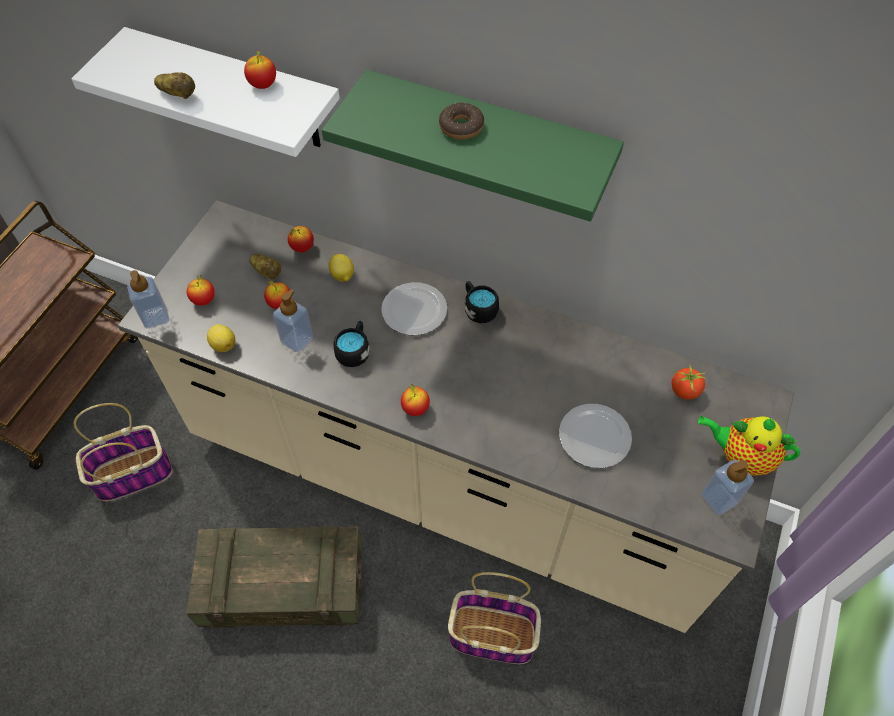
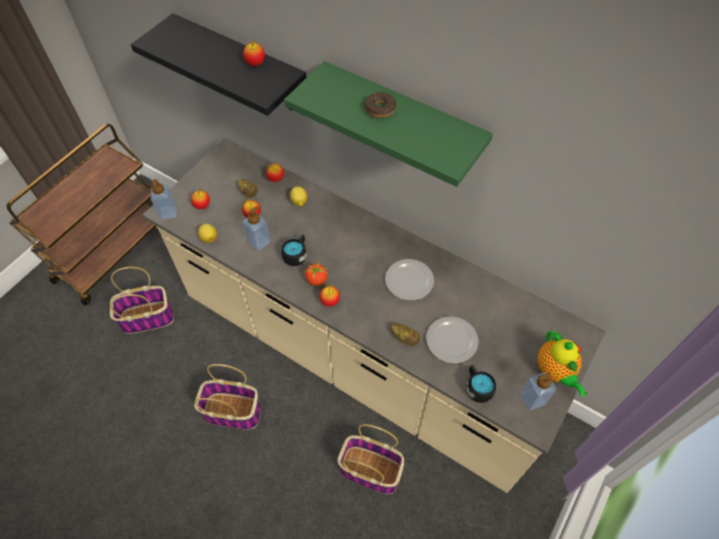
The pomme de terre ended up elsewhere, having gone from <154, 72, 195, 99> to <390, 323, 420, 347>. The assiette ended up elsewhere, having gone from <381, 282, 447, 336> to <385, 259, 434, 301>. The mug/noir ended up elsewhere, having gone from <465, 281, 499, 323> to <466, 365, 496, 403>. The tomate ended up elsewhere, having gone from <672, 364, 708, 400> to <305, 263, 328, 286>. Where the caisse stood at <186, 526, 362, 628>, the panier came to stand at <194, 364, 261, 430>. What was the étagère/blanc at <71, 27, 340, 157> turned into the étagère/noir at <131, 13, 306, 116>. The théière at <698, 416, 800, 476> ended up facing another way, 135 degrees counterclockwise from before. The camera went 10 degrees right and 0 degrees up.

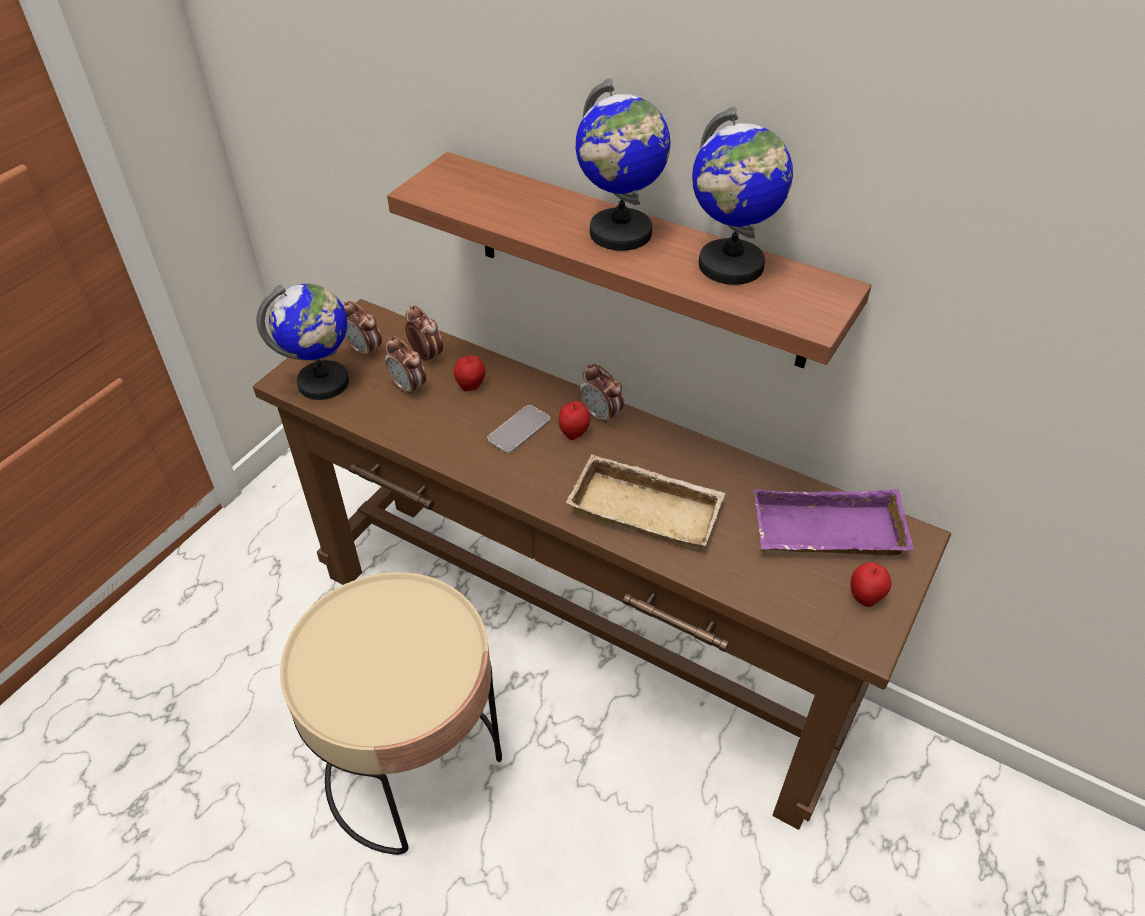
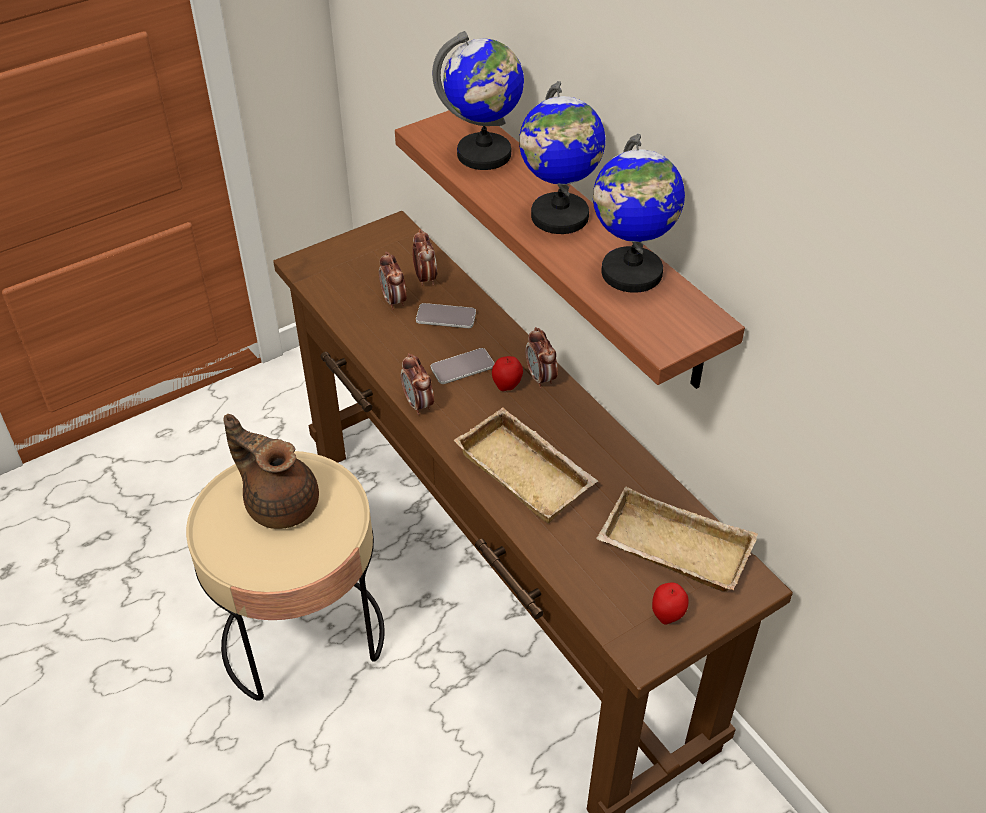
The second view gained the théière/marron at <223, 414, 319, 529>. The globe ended up elsewhere, having gone from <256, 283, 349, 400> to <432, 31, 524, 170>. The réveil ended up elsewhere, having gone from <343, 301, 382, 359> to <401, 353, 434, 415>. Where the pomme stood at <454, 356, 486, 391>, the téléphone came to stand at <416, 303, 476, 328>. What was the plateau/violet at <754, 489, 914, 556> turned into the plateau/beige at <596, 487, 758, 592>. The camera went 25 degrees right and 0 degrees up.

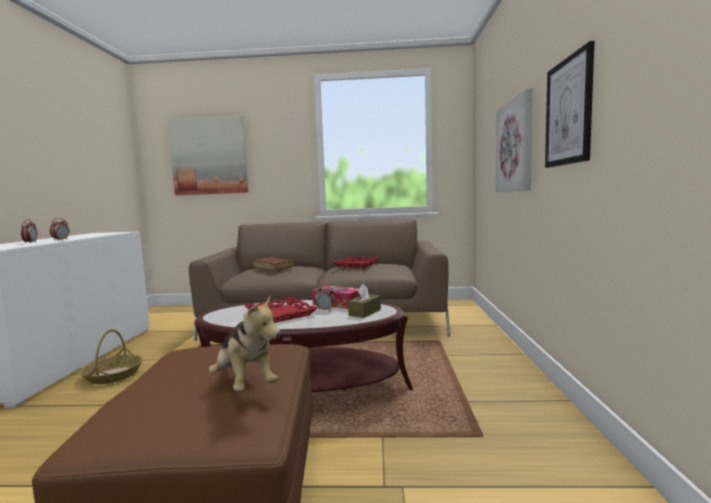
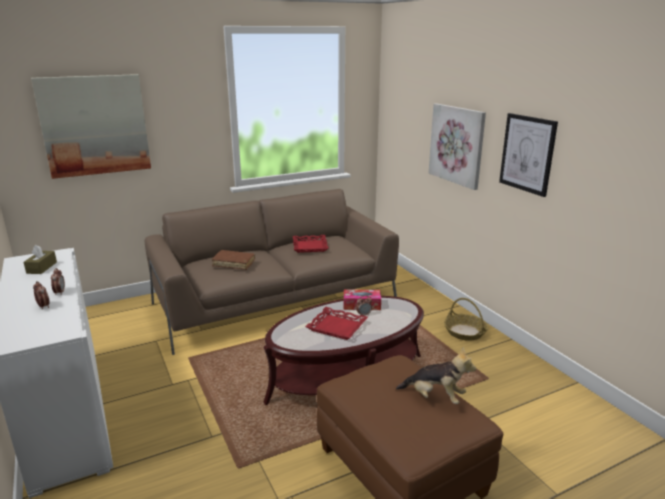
The panier ended up elsewhere, having gone from <80, 329, 143, 384> to <444, 298, 488, 341>. The boîte à mouchoirs/marron ended up elsewhere, having gone from <348, 284, 381, 318> to <24, 245, 57, 274>. The camera went 30 degrees left and 15 degrees up.

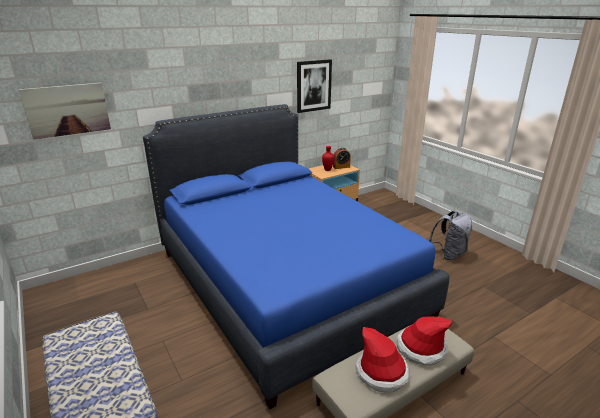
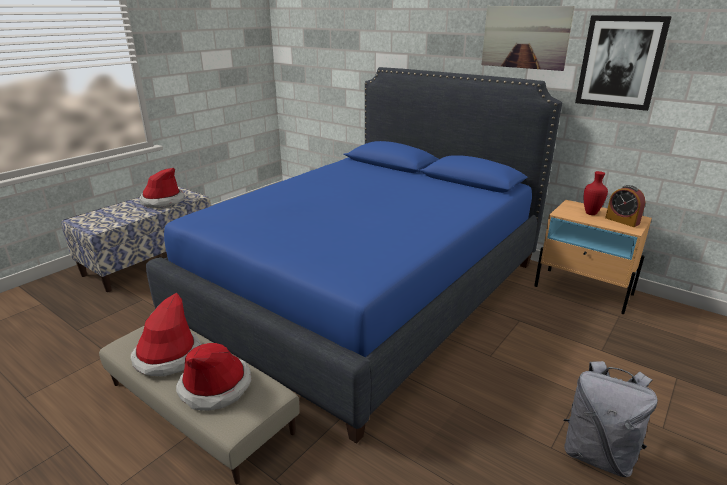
The second view gained the chapeau at <139, 168, 184, 208>. The tableau ended up elsewhere, having gone from <19, 83, 111, 140> to <481, 6, 575, 71>. The camera went 70 degrees right and 0 degrees up.

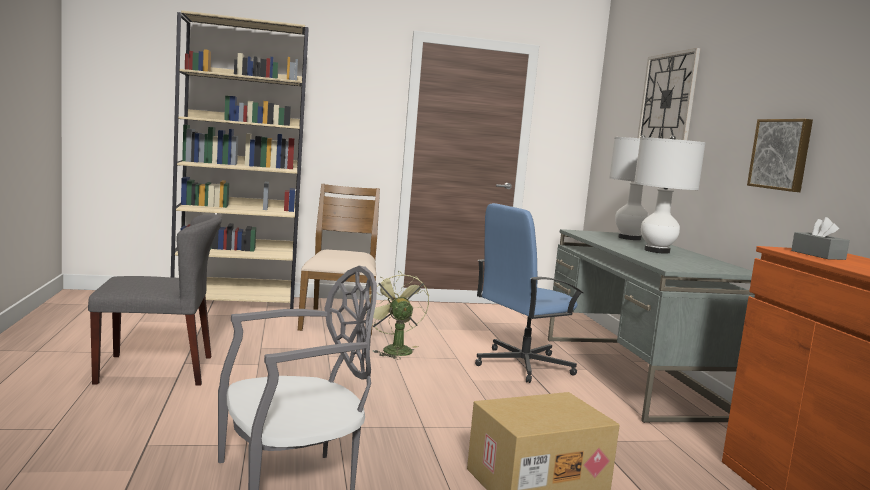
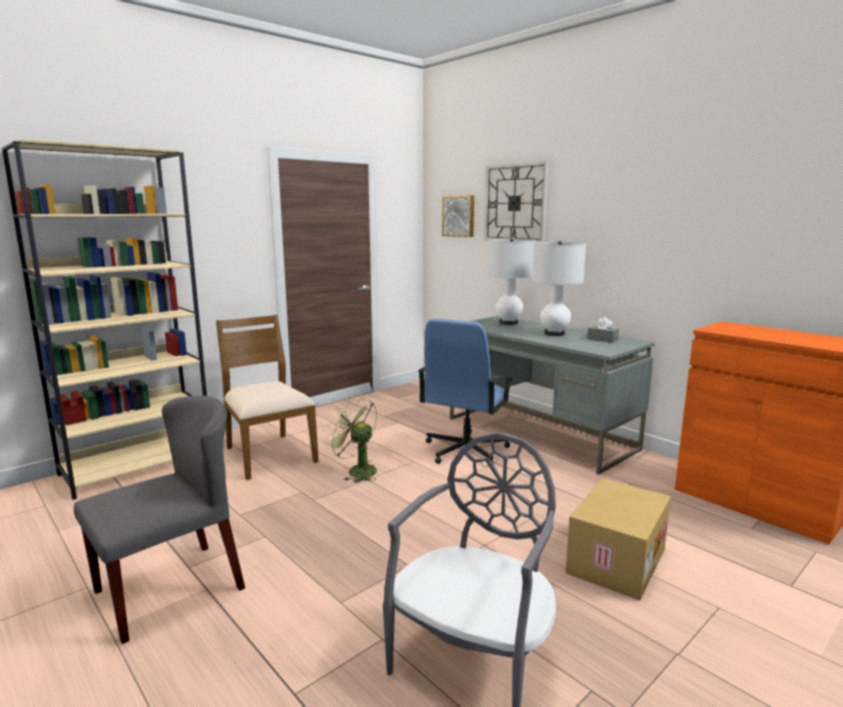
The tableau ended up elsewhere, having gone from <747, 119, 813, 192> to <442, 195, 474, 237>. The boîte à mouchoirs/gris ended up elsewhere, having gone from <791, 217, 850, 260> to <587, 317, 619, 343>. The camera went 30 degrees left and 5 degrees up.

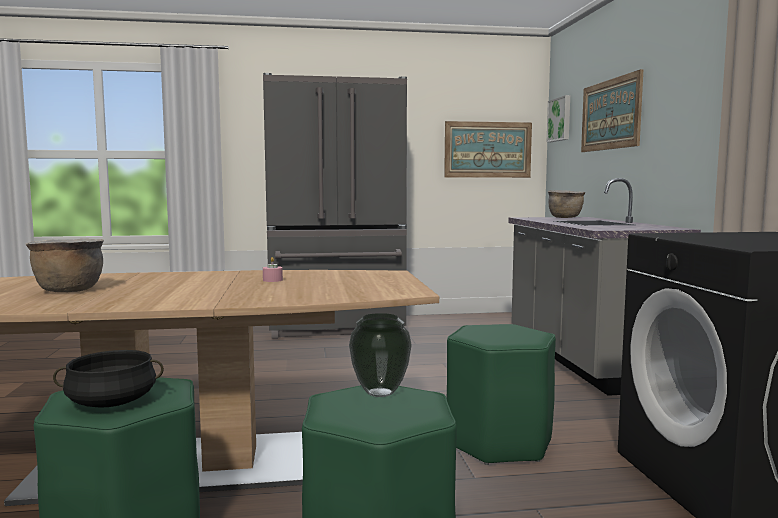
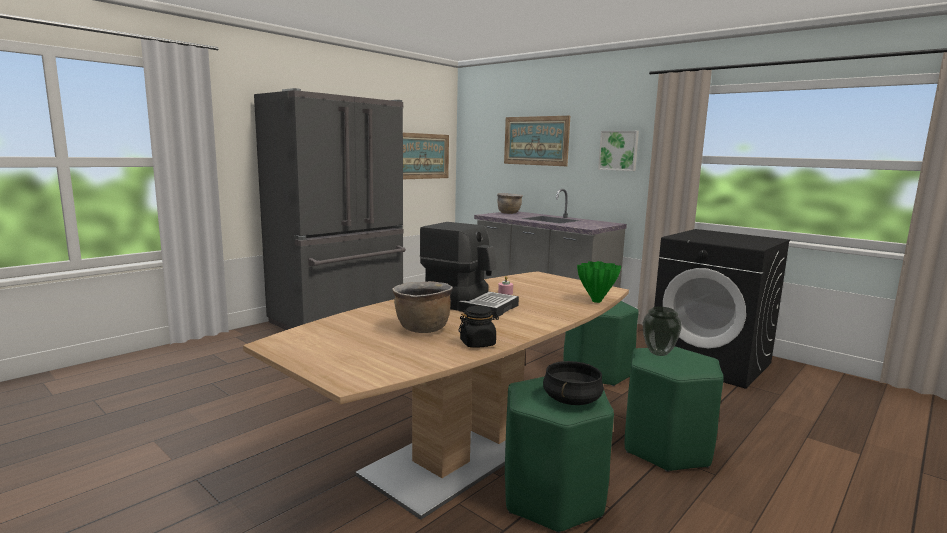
The second view gained the machine à café at <420, 222, 519, 317>. The second view gained the bocal/noir at <458, 306, 499, 348>. The second view gained the vase/vert at <577, 261, 621, 303>. The tableau ended up elsewhere, having gone from <547, 95, 570, 142> to <598, 131, 639, 171>. The camera went 40 degrees left and 5 degrees up.

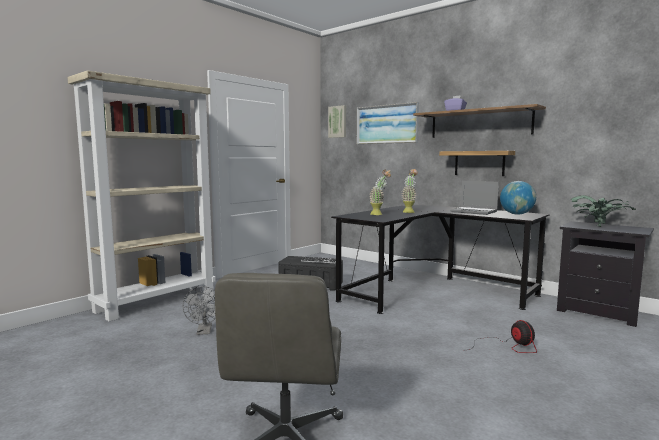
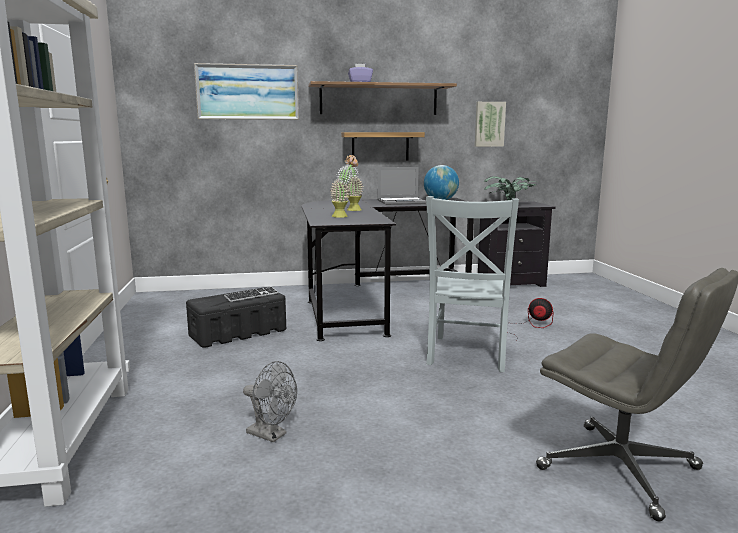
The second view gained the chaise/gris at <426, 196, 519, 372>. The tableau ended up elsewhere, having gone from <328, 105, 346, 138> to <475, 102, 506, 147>. The camera went 50 degrees left and 5 degrees up.

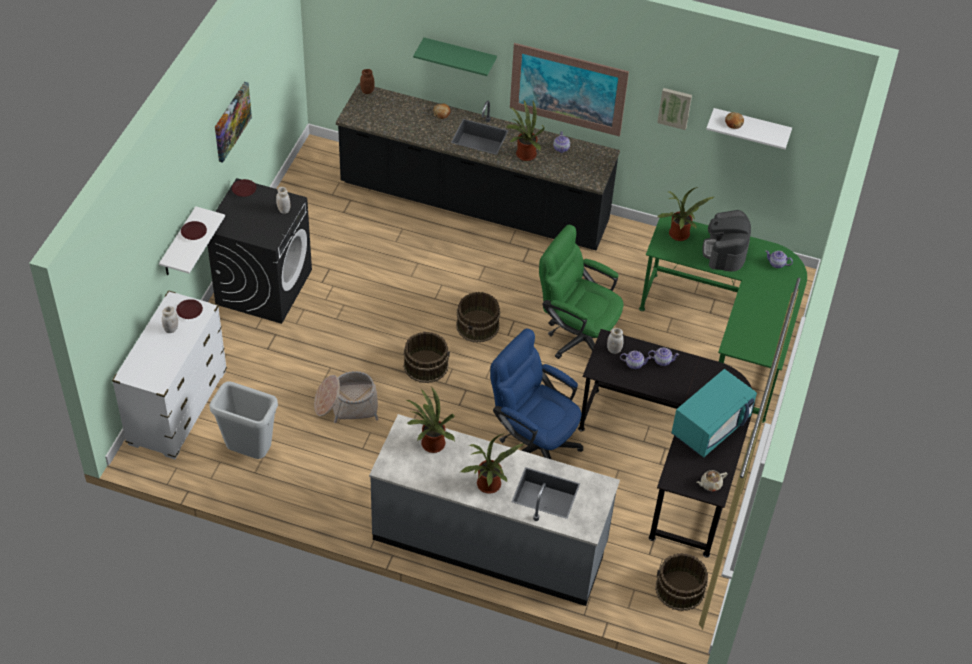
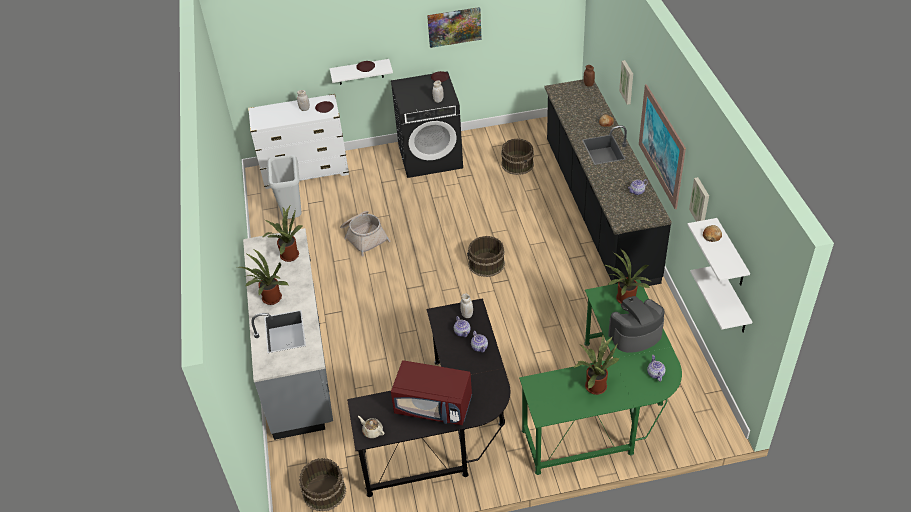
The second view lost the chaise de bureau/bleu at <490, 328, 583, 460>. The second view lost the chaise de bureau/vert at <539, 225, 624, 359>. The second view gained the étagère/blanc at <690, 266, 752, 333>. The seau/marron ended up elsewhere, having gone from <403, 332, 450, 383> to <501, 138, 534, 175>. The plante en pot ended up elsewhere, having gone from <506, 101, 545, 161> to <574, 334, 619, 395>. Where the étagère/vert hung at <413, 38, 497, 76>, the tableau came to hang at <619, 60, 633, 105>. What was the micro-ondes/turquoise at <671, 369, 757, 457> turned into the micro-ondes/rouge at <391, 360, 472, 425>. The camera went 65 degrees right and 5 degrees down.

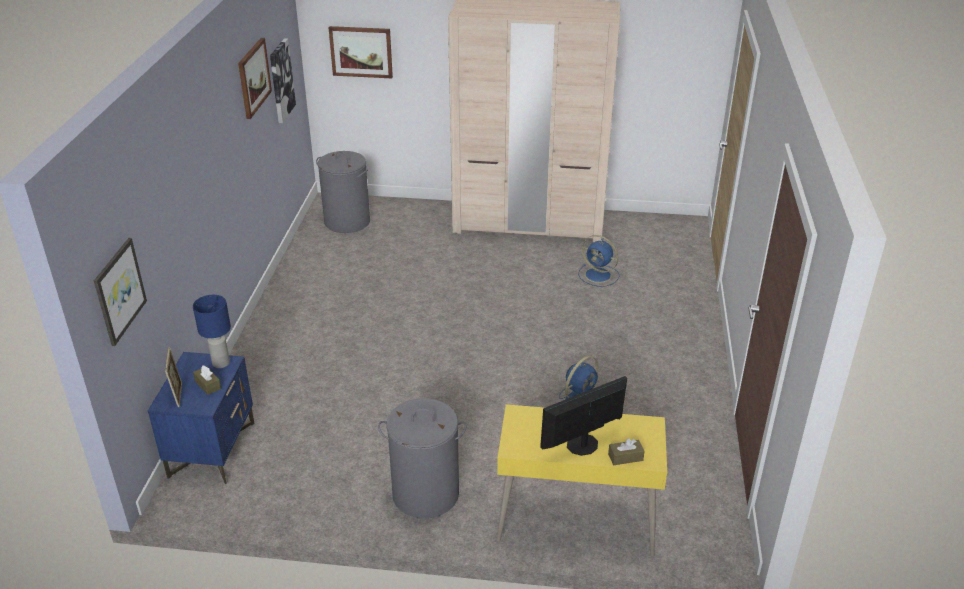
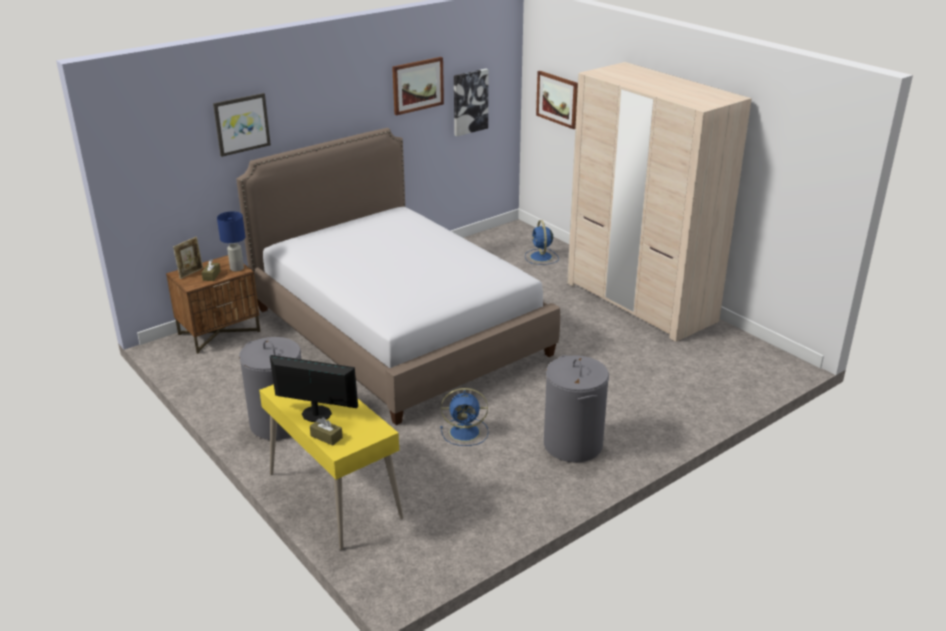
The second view gained the lit at <236, 128, 560, 425>. The tableau ended up elsewhere, having gone from <94, 238, 147, 346> to <213, 93, 271, 157>. The panier à linge/gris ended up elsewhere, having gone from <316, 151, 370, 233> to <544, 355, 609, 463>. The ventilateur/bleu ended up elsewhere, having gone from <578, 235, 619, 287> to <525, 220, 559, 265>. What was the table de chevet/bleu at <148, 352, 254, 484> turned into the table de chevet/marron at <166, 255, 260, 354>. The camera went 45 degrees right and 5 degrees down.

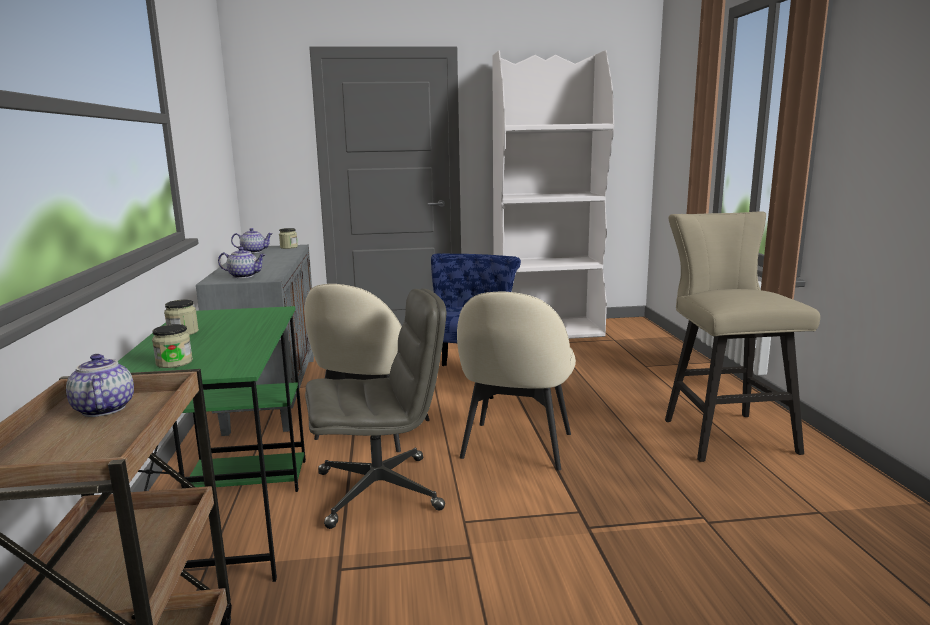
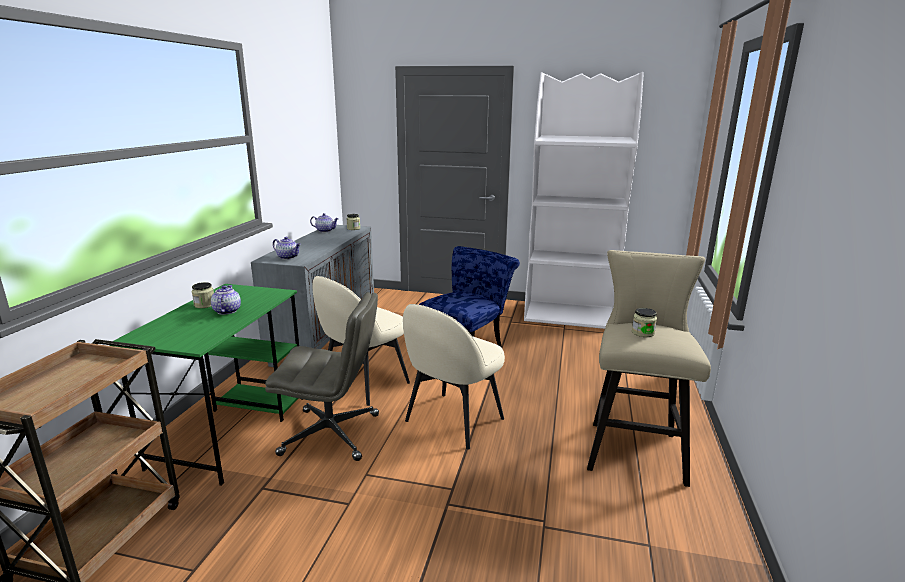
The théière ended up elsewhere, having gone from <66, 354, 134, 417> to <211, 285, 241, 315>. The bocal ended up elsewhere, having gone from <152, 324, 193, 368> to <632, 308, 657, 337>. The camera went 20 degrees right and 5 degrees up.

